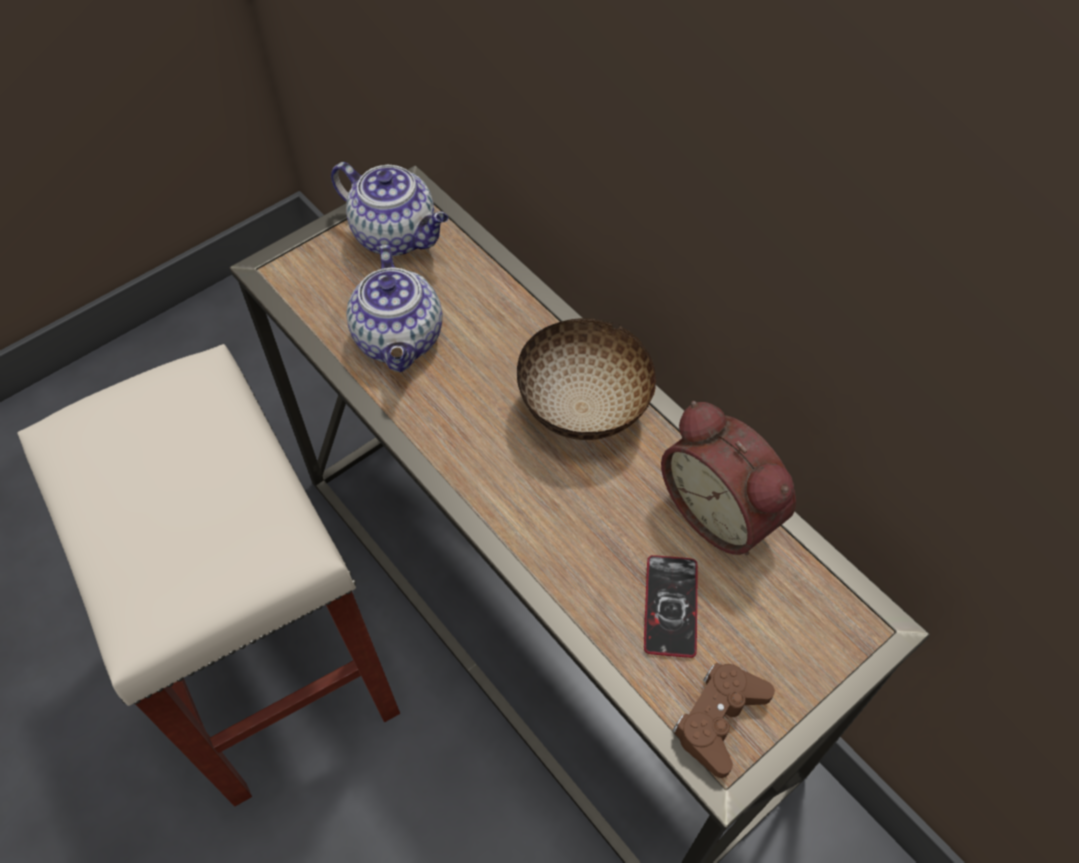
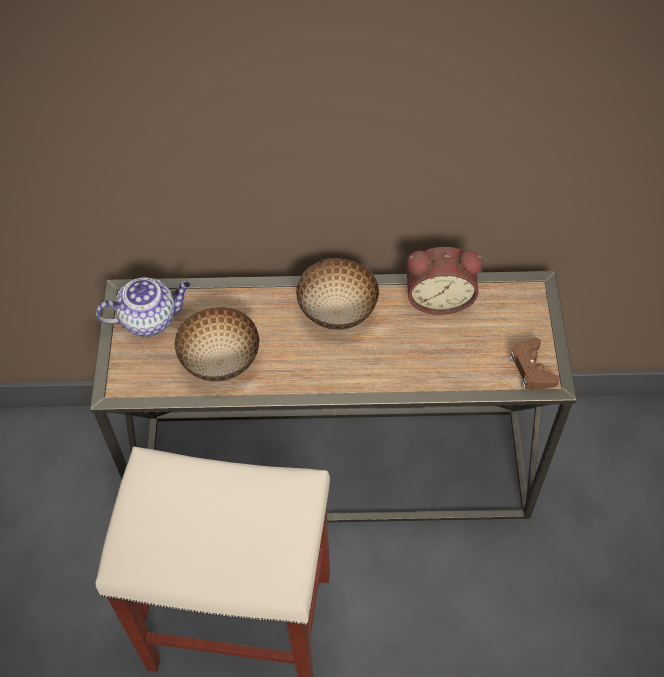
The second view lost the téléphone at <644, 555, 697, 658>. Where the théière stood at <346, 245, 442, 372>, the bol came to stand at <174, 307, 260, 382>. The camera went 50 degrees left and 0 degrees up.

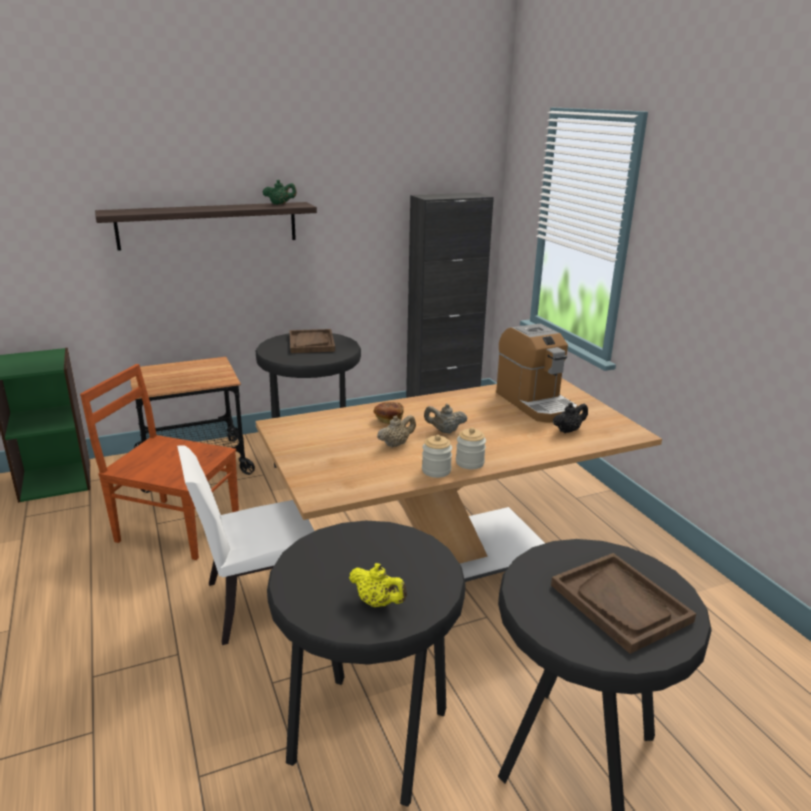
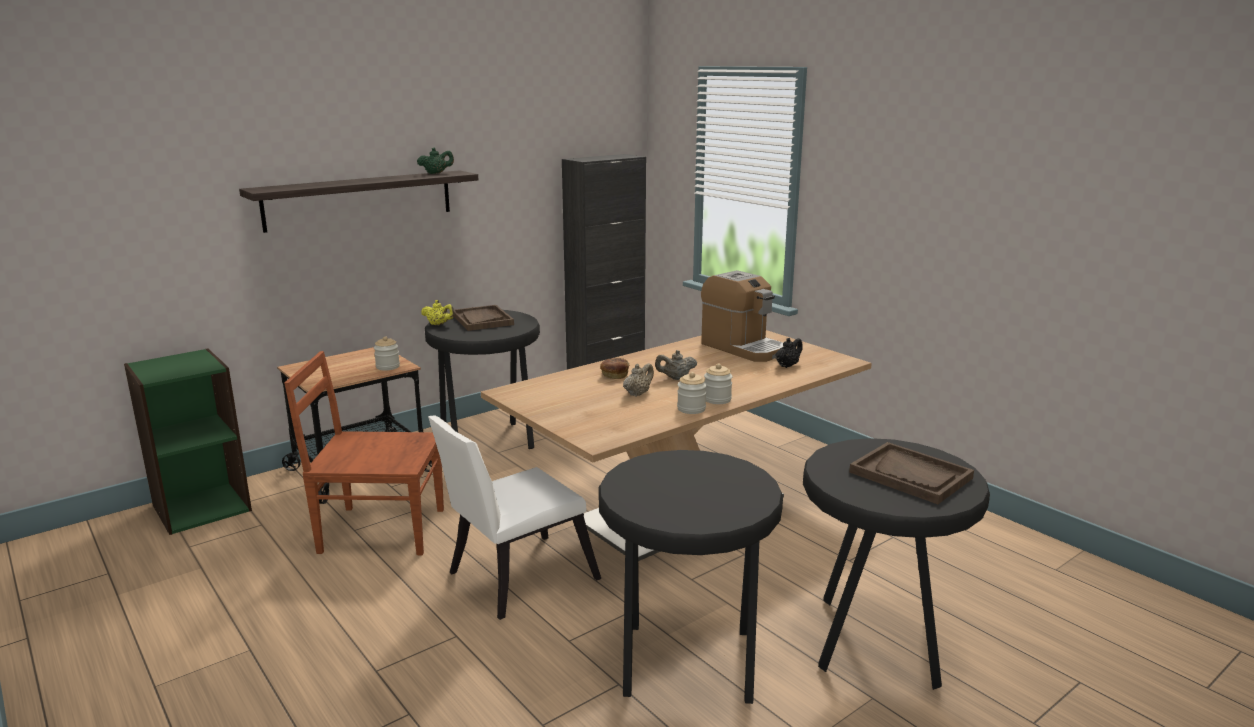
The second view gained the bocal at <374, 336, 400, 371>. The théière/jaune ended up elsewhere, having gone from <349, 563, 407, 607> to <421, 300, 455, 325>. The camera went 15 degrees left and 5 degrees down.

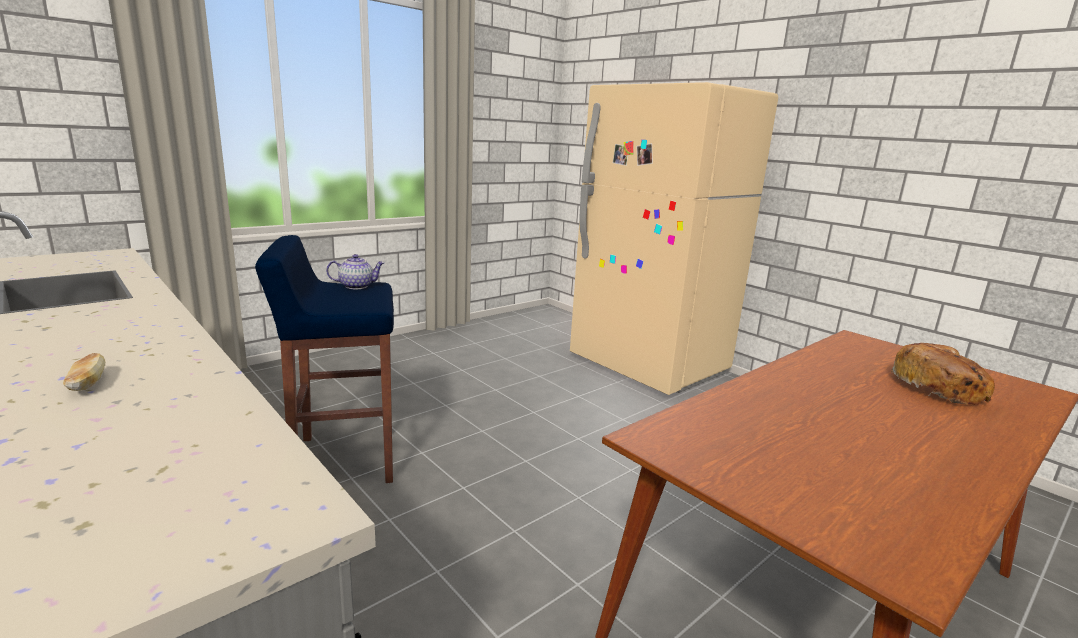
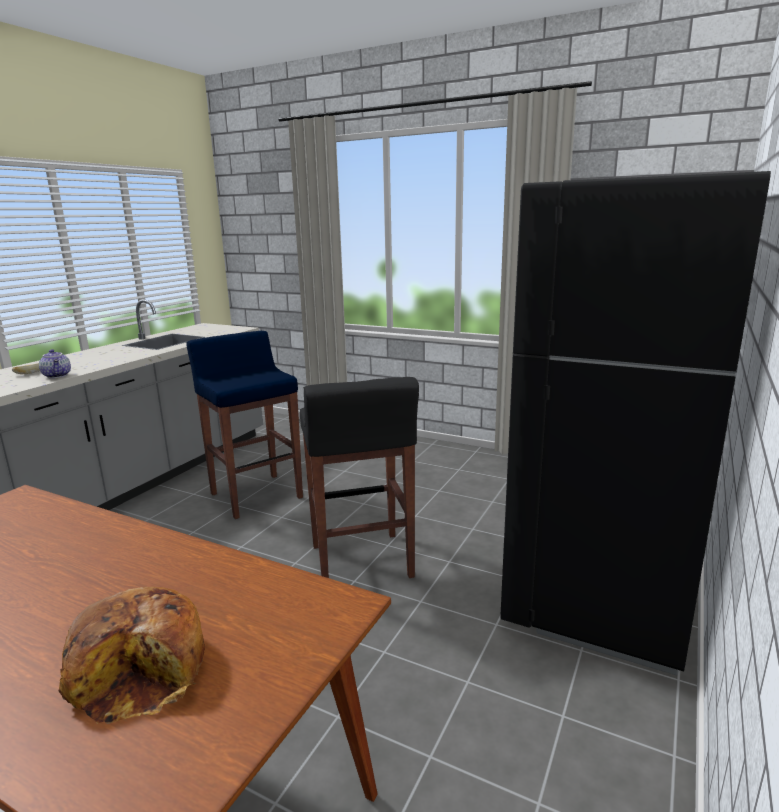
The second view gained the tabouret/noir at <300, 377, 419, 578>. The théière ended up elsewhere, having gone from <326, 254, 384, 289> to <39, 349, 71, 378>. What was the réfrigérateur/beige at <570, 82, 778, 395> turned into the réfrigérateur/noir at <500, 171, 771, 675>. The camera went 70 degrees right and 0 degrees up.

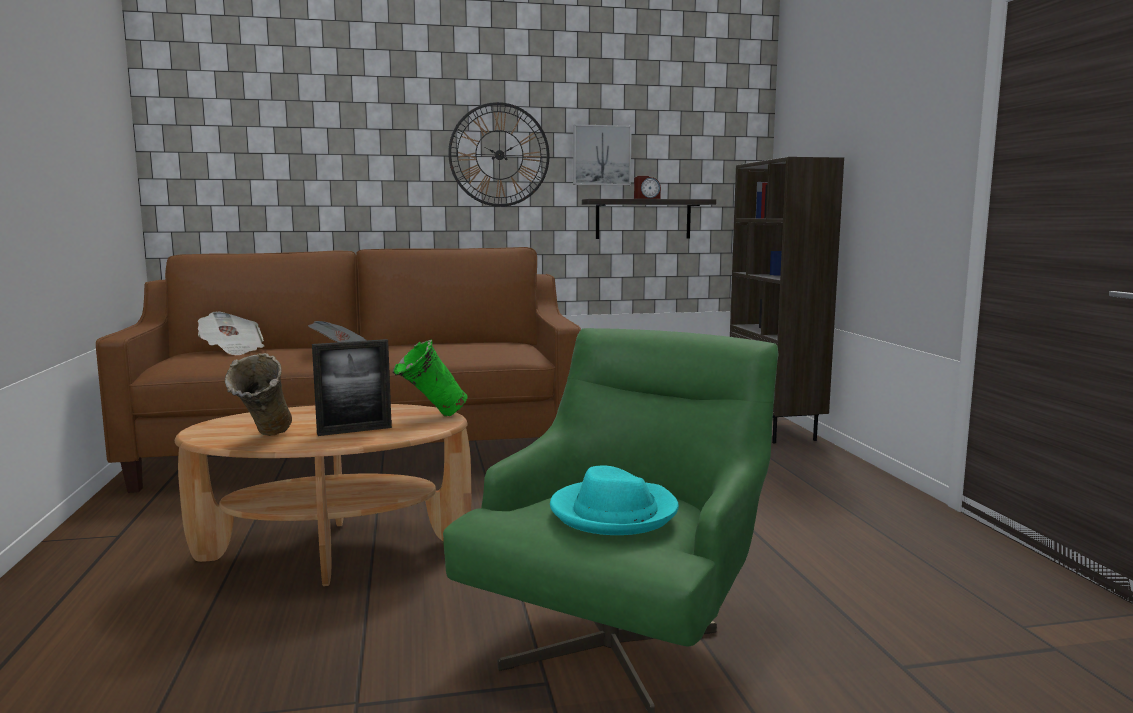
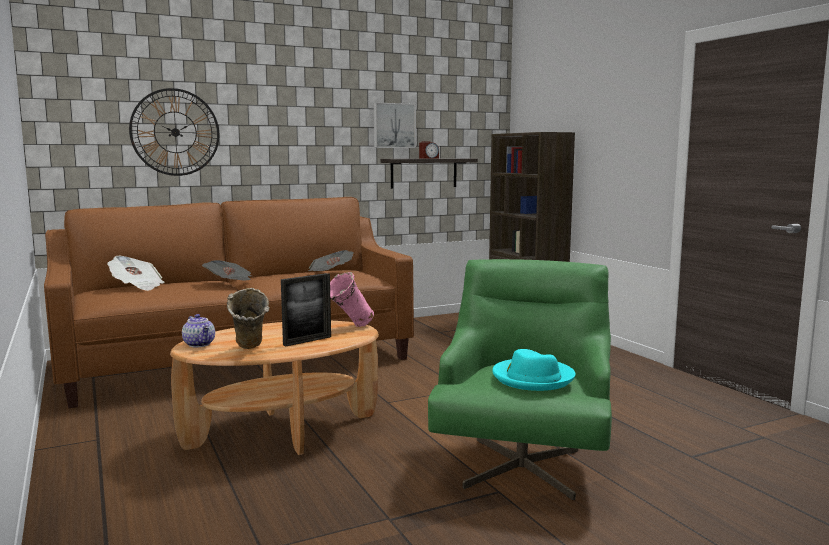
The second view gained the théière at <182, 314, 215, 347>. The second view gained the journal at <308, 250, 354, 271>. The horloge murale ended up elsewhere, having gone from <448, 102, 550, 207> to <129, 88, 219, 176>. What was the vase/vert at <393, 340, 468, 417> turned into the vase/rose at <330, 272, 374, 327>. The camera went 15 degrees left and 0 degrees up.

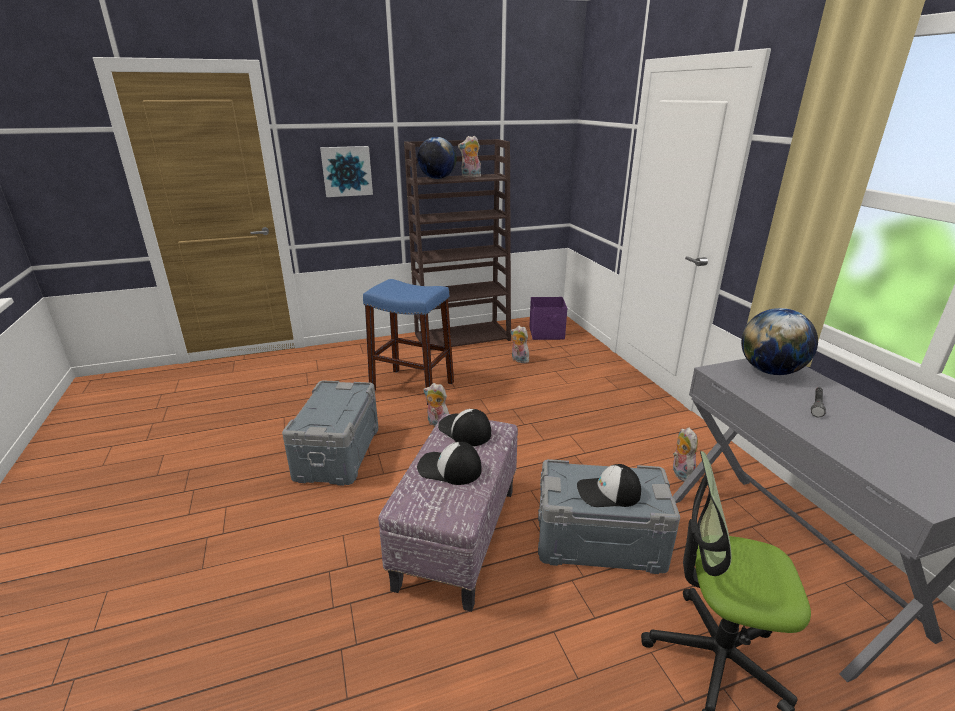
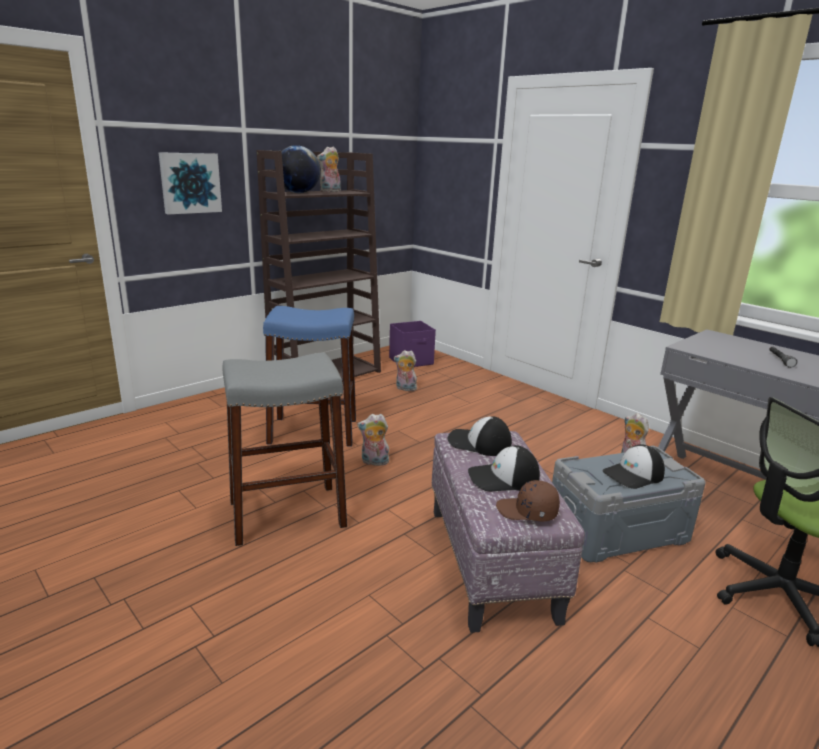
The second view lost the globe at <741, 308, 818, 375>. The second view gained the casquette/marron at <496, 480, 560, 522>. Where the boîte de rangement/gris stood at <282, 380, 378, 486>, the tabouret/gris came to stand at <223, 353, 347, 546>. The camera went 25 degrees left and 5 degrees down.

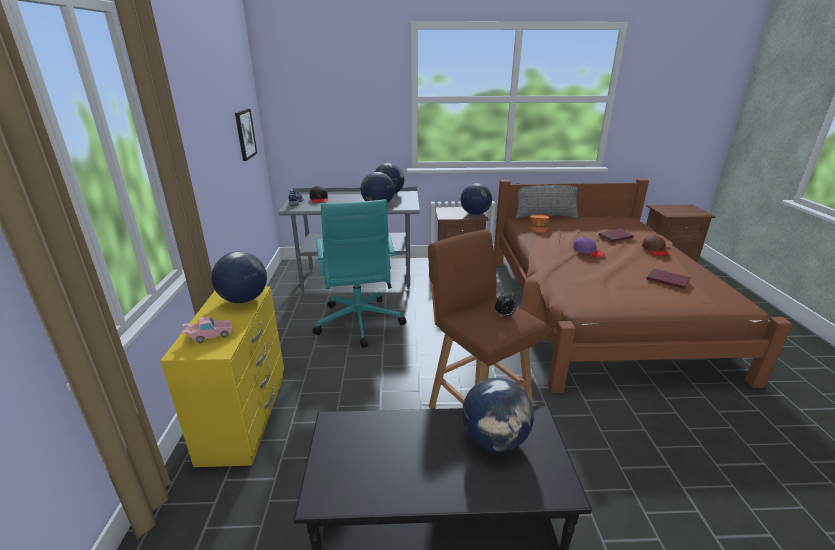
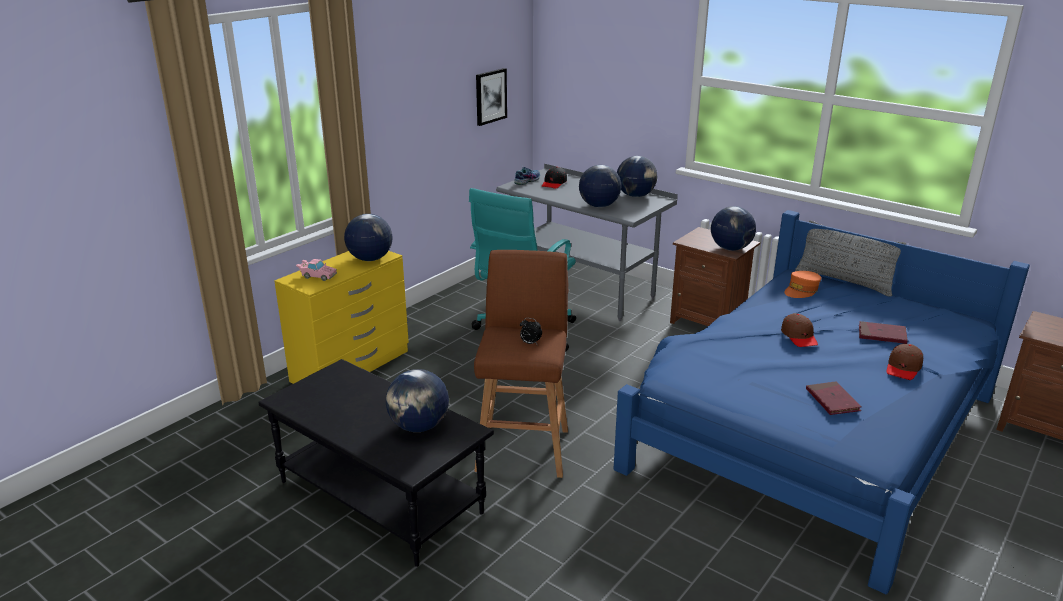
What was the lit/marron at <494, 178, 792, 393> turned into the lit/bleu at <614, 210, 1030, 594>. What was the casquette/violet at <573, 237, 605, 257> turned into the casquette/marron at <781, 313, 818, 347>. The camera went 40 degrees right and 0 degrees up.

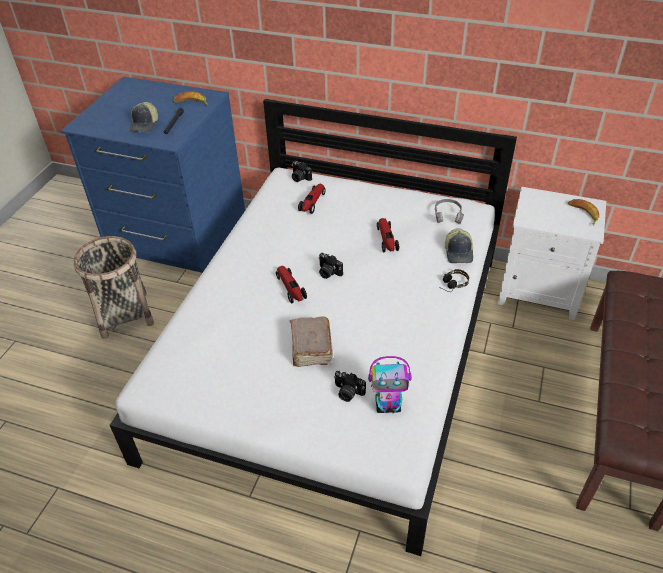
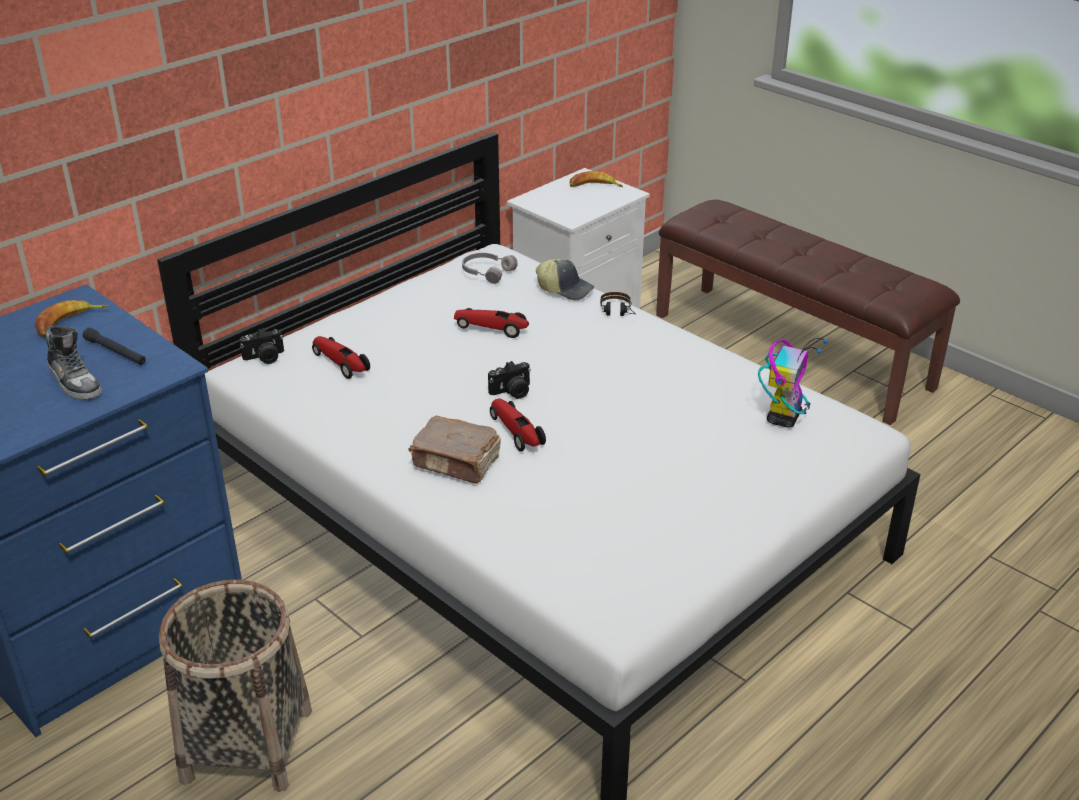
The second view lost the appareil photo at <334, 371, 366, 402>. The livre/marron ended up elsewhere, having gone from <290, 317, 333, 367> to <408, 416, 501, 484>. Where the casquette stood at <129, 102, 158, 132>, the chaussure came to stand at <46, 326, 102, 400>. The petite voiture at <276, 266, 307, 304> ended up facing another way, 60 degrees clockwise from before. The camera went 65 degrees left and 10 degrees down.

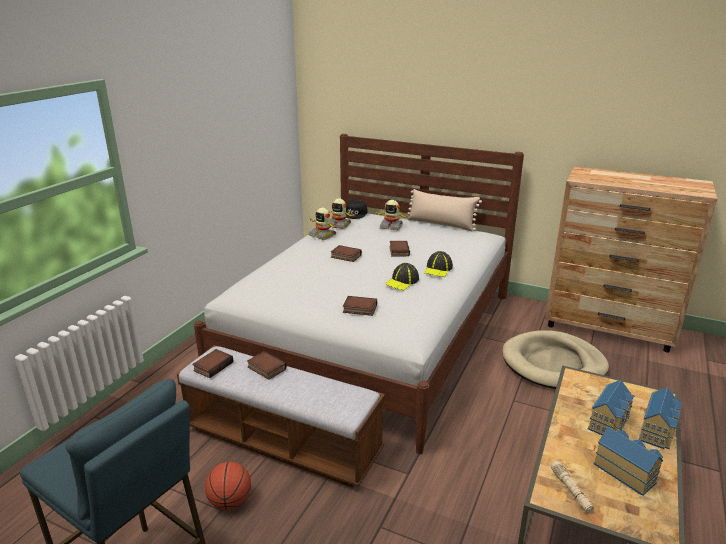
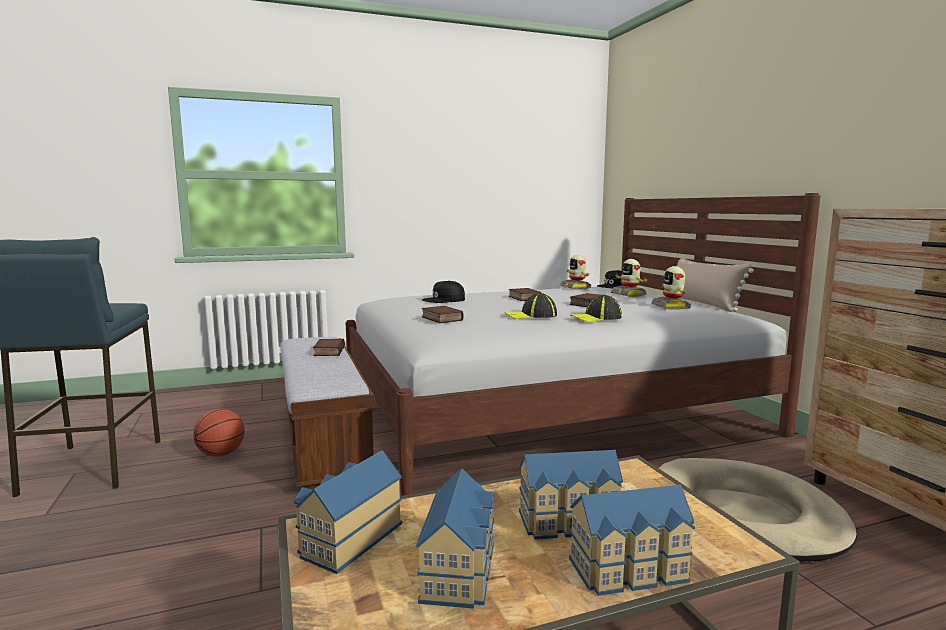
The second view lost the livre at <192, 349, 233, 378>. The second view gained the casquette/noir at <422, 281, 465, 303>. The robot jouet ended up elsewhere, having gone from <308, 208, 337, 240> to <651, 266, 691, 310>. Where the lampe de poche/beige stood at <551, 461, 594, 513>, the maison miniature came to stand at <294, 450, 402, 574>. The camera went 45 degrees right and 15 degrees down.

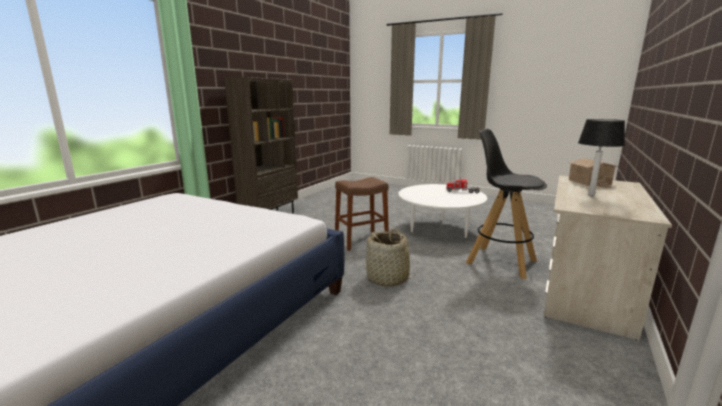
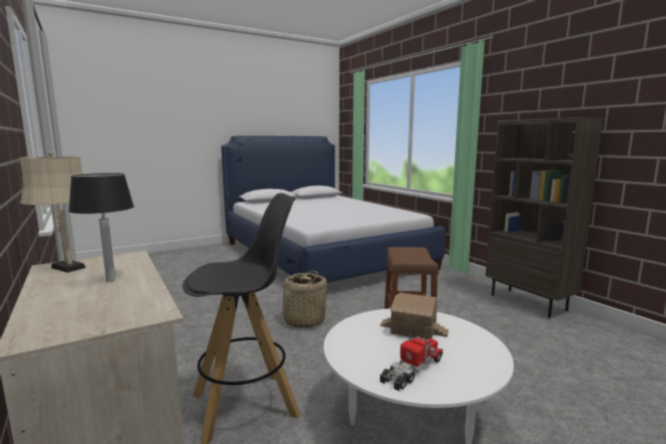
The second view gained the lampe de table/beige at <19, 151, 86, 273>. The maison miniature ended up elsewhere, having gone from <569, 158, 619, 188> to <380, 292, 449, 339>. The camera went 120 degrees right and 5 degrees down.

